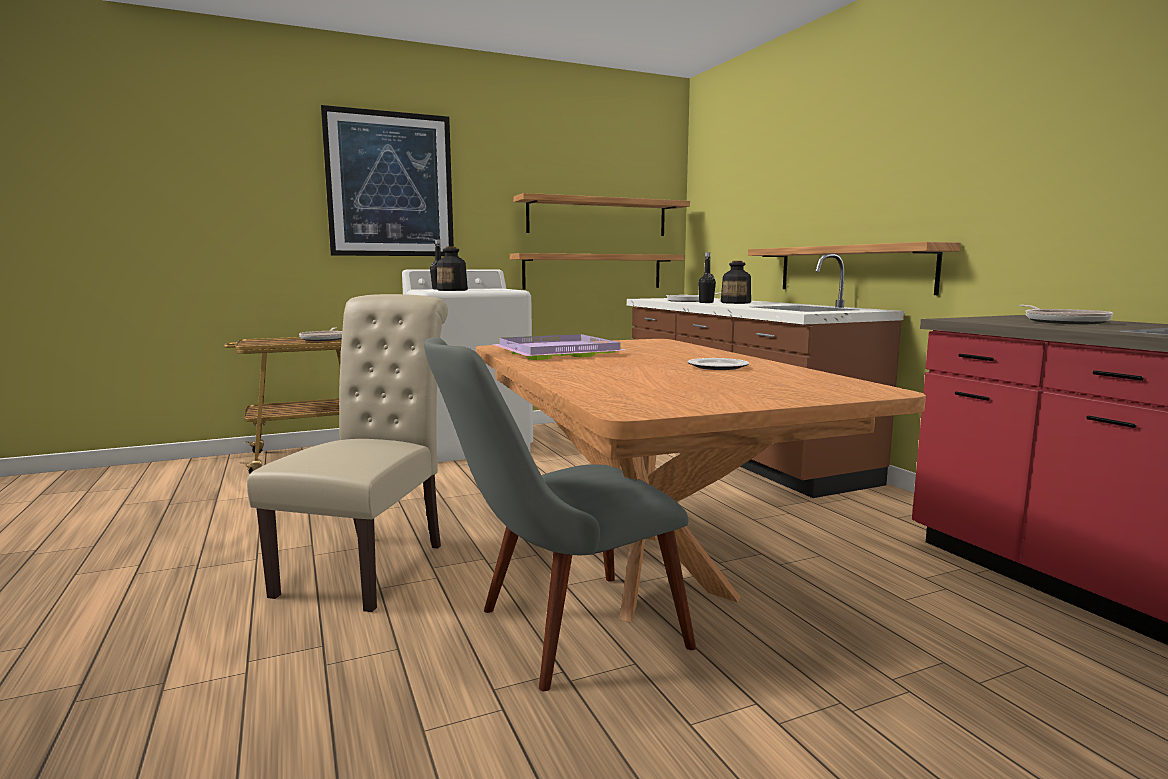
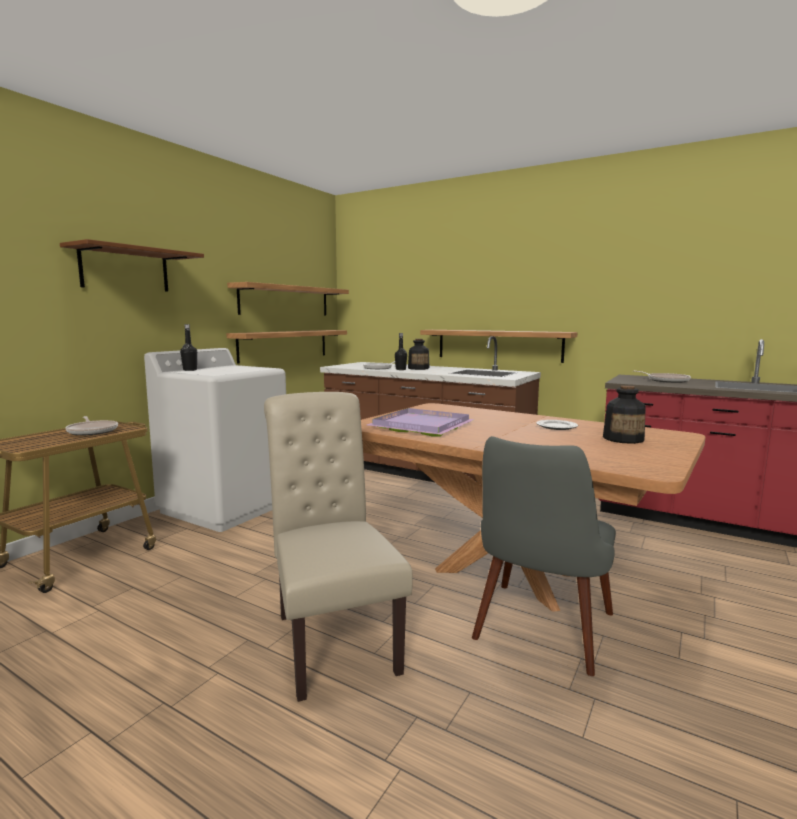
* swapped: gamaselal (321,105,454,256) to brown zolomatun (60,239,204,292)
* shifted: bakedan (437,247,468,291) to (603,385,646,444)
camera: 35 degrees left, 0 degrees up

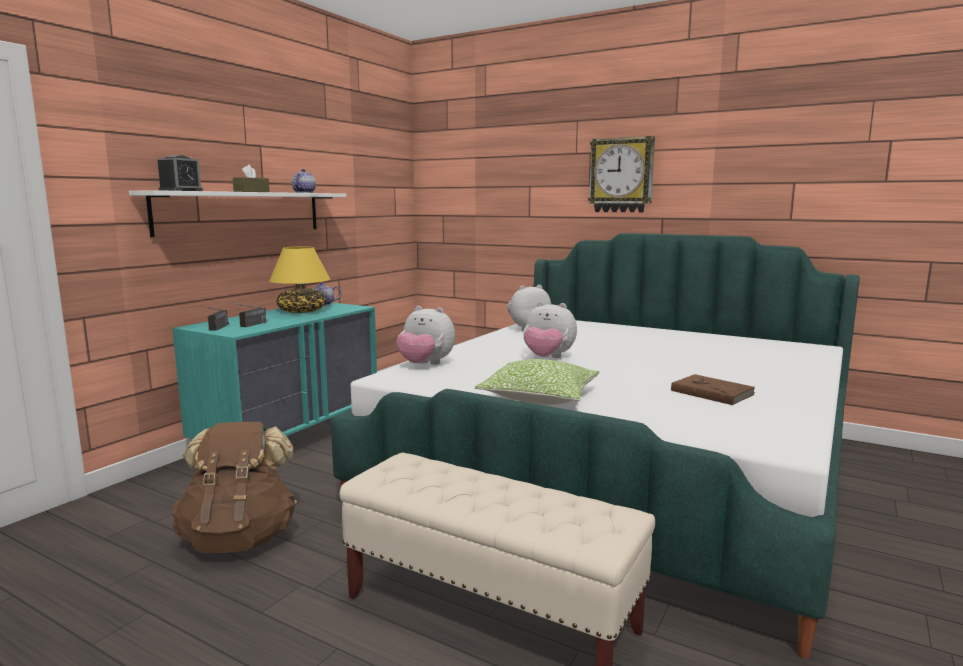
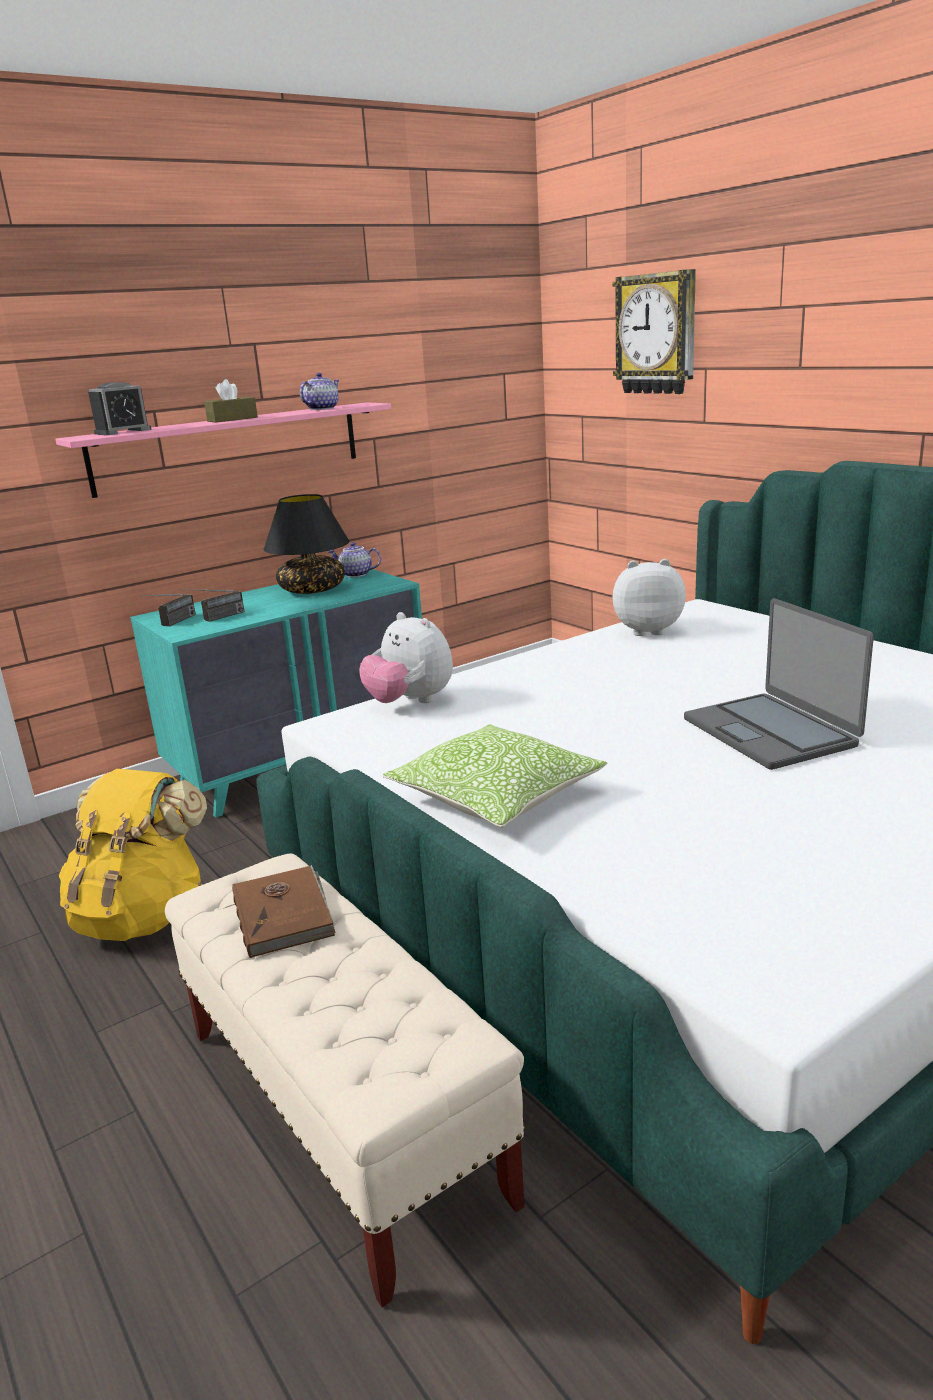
* repainted: white zolomatun (129,190,347,237) to pink zolomatun (55,402,391,498)
* repainted: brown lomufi (172,422,297,553) to yellow lomufi (59,769,207,941)
* shifted: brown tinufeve (671,374,756,405) to (232,865,336,958)
* repainted: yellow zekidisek (269,246,330,313) to black zekidisek (264,494,350,594)
* shifted: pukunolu (588,136,655,213) to (612,269,696,394)
* new: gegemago (684,598,874,770)
* gone: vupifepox (523,302,577,358)
camera: 25 degrees right, 10 degrees up

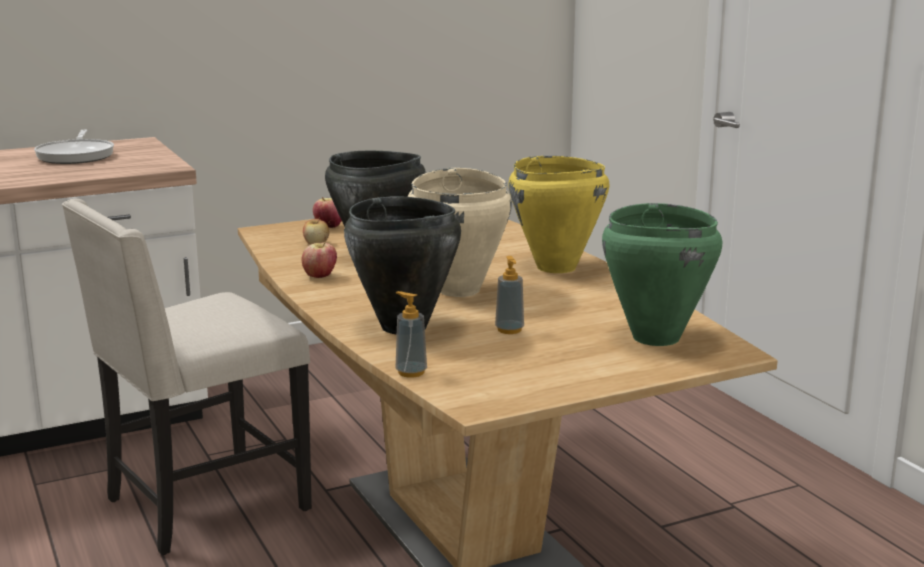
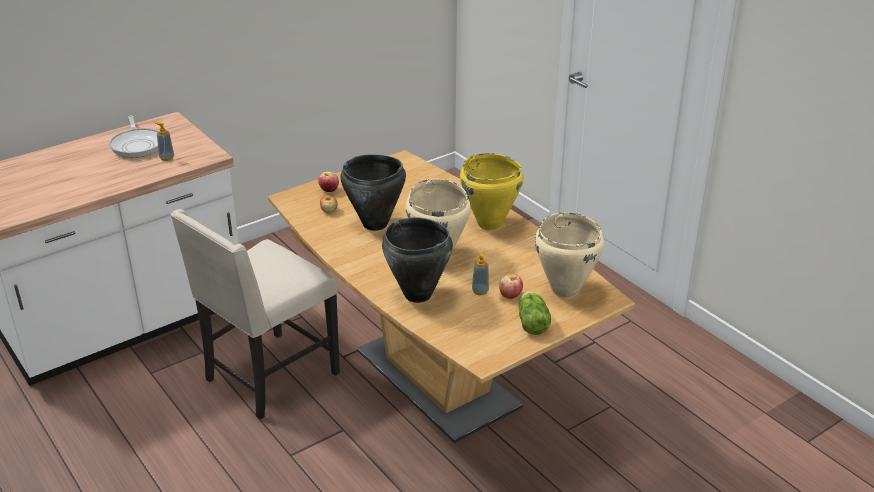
* shifted: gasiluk (395,291,427,378) to (154,122,174,161)
* shifted: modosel (302,242,337,278) to (499,274,523,299)
* new: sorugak (519,292,551,335)
* repainted: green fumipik (602,203,722,346) to beige fumipik (535,212,604,298)
camera: 10 degrees left, 15 degrees up

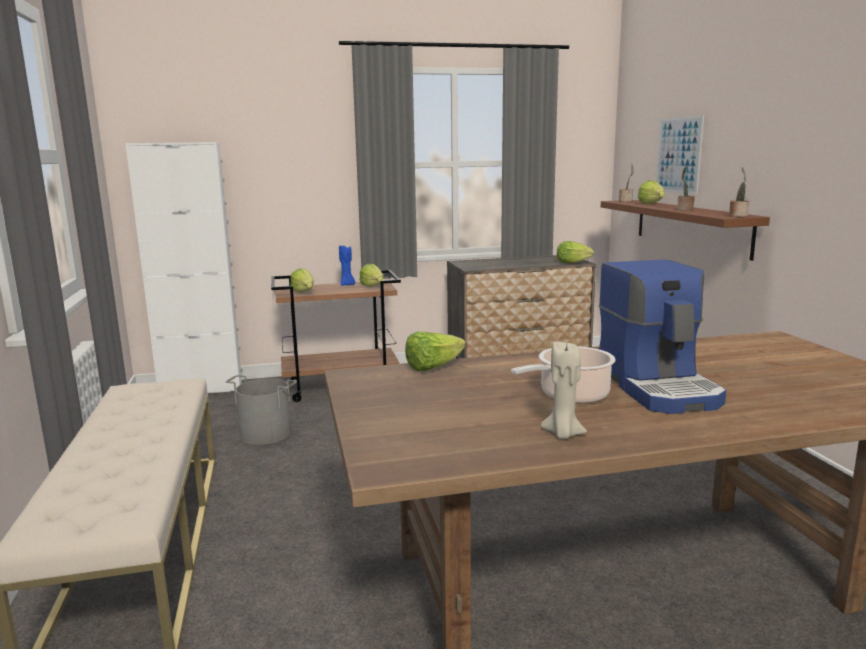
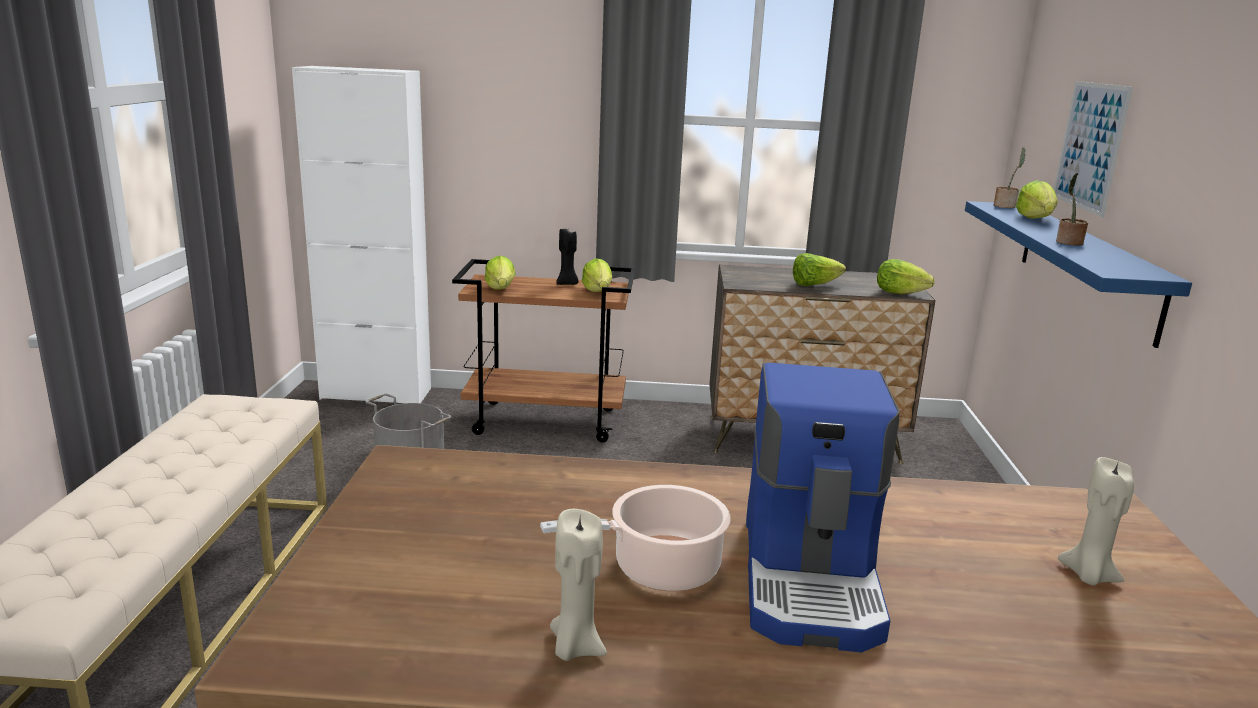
* repainted: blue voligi (339,246,355,286) to black voligi (556,229,579,285)
* shifted: sorugak (405,331,466,371) to (793,253,846,286)
* repainted: brown zolomatun (601,200,770,261) to blue zolomatun (965,201,1192,348)
* new: beige voligi (1058,457,1134,585)
* gone: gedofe (729,167,749,217)
camera: 15 degrees right, 5 degrees up

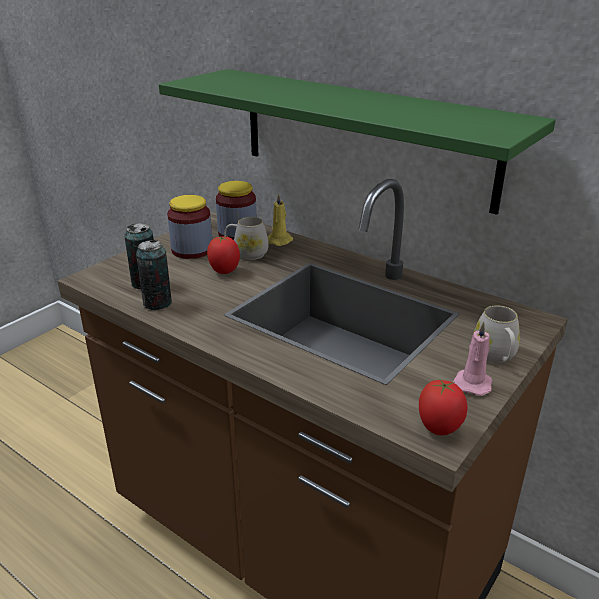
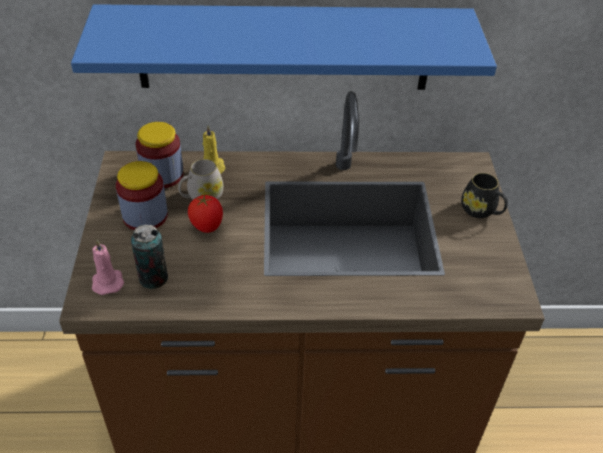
* repainted: green zolomatun (159,69,556,215) to blue zolomatun (71,4,497,90)
* shifted: pink voligi (453,321,492,396) to (92,240,124,295)
* repainted: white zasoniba (473,305,520,363) to black zasoniba (461,173,508,218)
* gone: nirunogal (136,240,172,310)
* gone: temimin (419,378,467,435)
camera: 40 degrees left, 15 degrees up

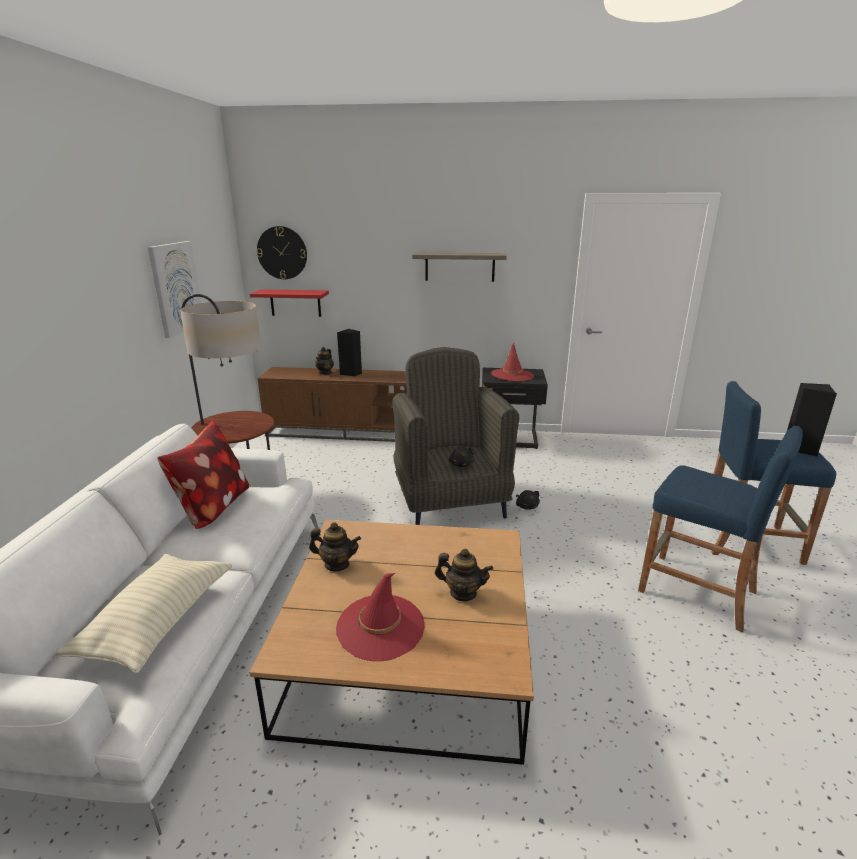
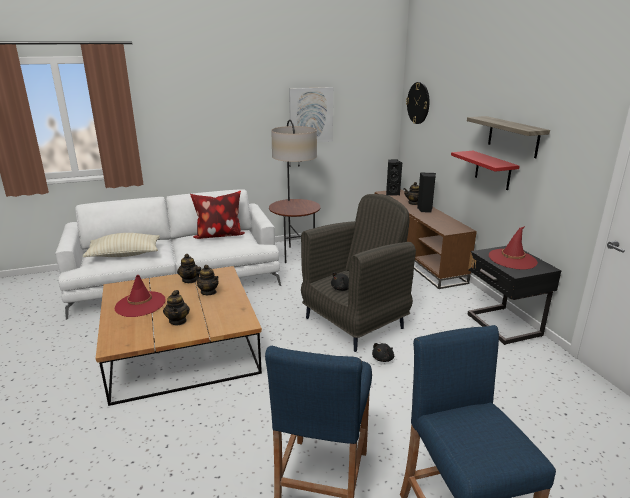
* new: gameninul (195,265,219,295)
* shifted: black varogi (787,383,837,456) to (386,160,402,196)
* shifted: red zolomatun (250,289,329,317) to (451,151,520,190)
camera: 65 degrees right, 0 degrees up

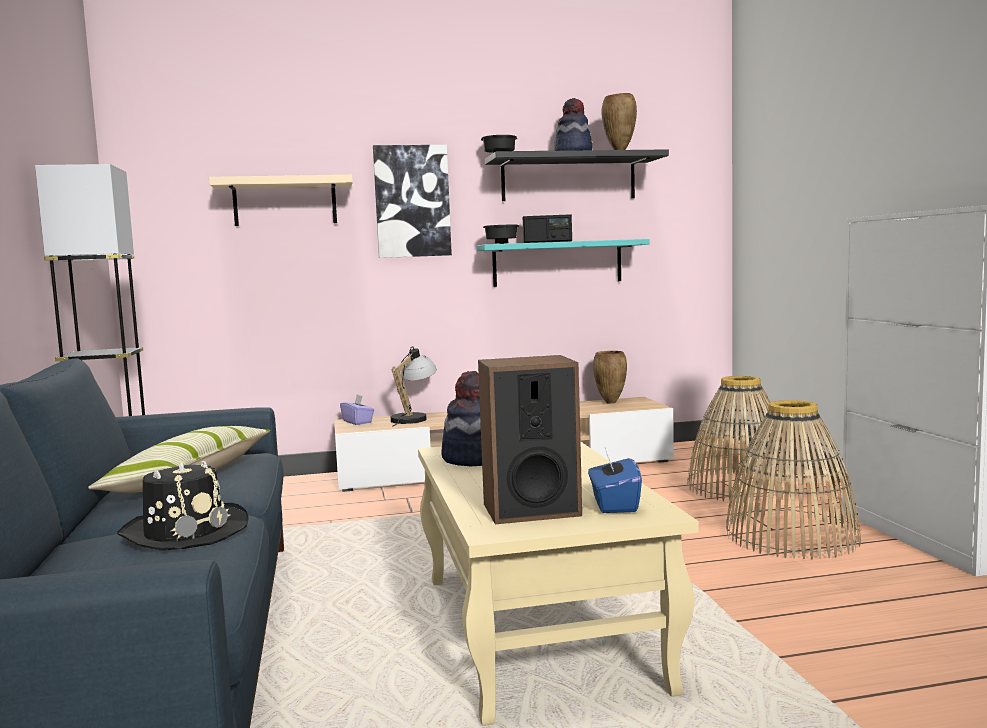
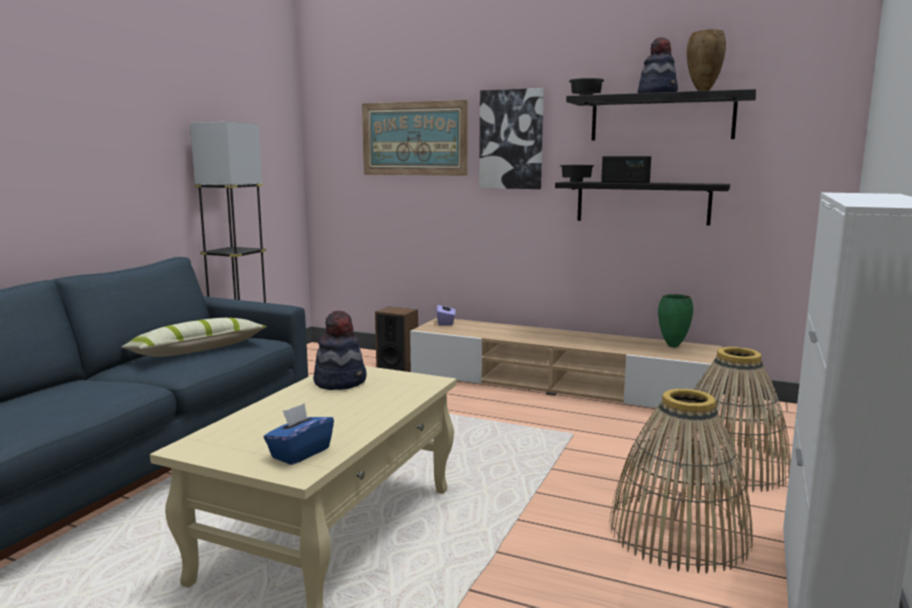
* swapped: beige zolomatun (209,175,353,226) to gamaselal (362,100,468,176)
* shifted: varogi (478,355,582,524) to (375,307,418,372)
* repainted: turquoise zolomatun (477,239,650,287) to black zolomatun (555,181,730,226)
* repainted: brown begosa (593,351,627,404) to green begosa (658,294,693,347)
* gone: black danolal (117,460,249,551)
* gone: zekidisek (391,346,437,426)
camera: 35 degrees right, 5 degrees up

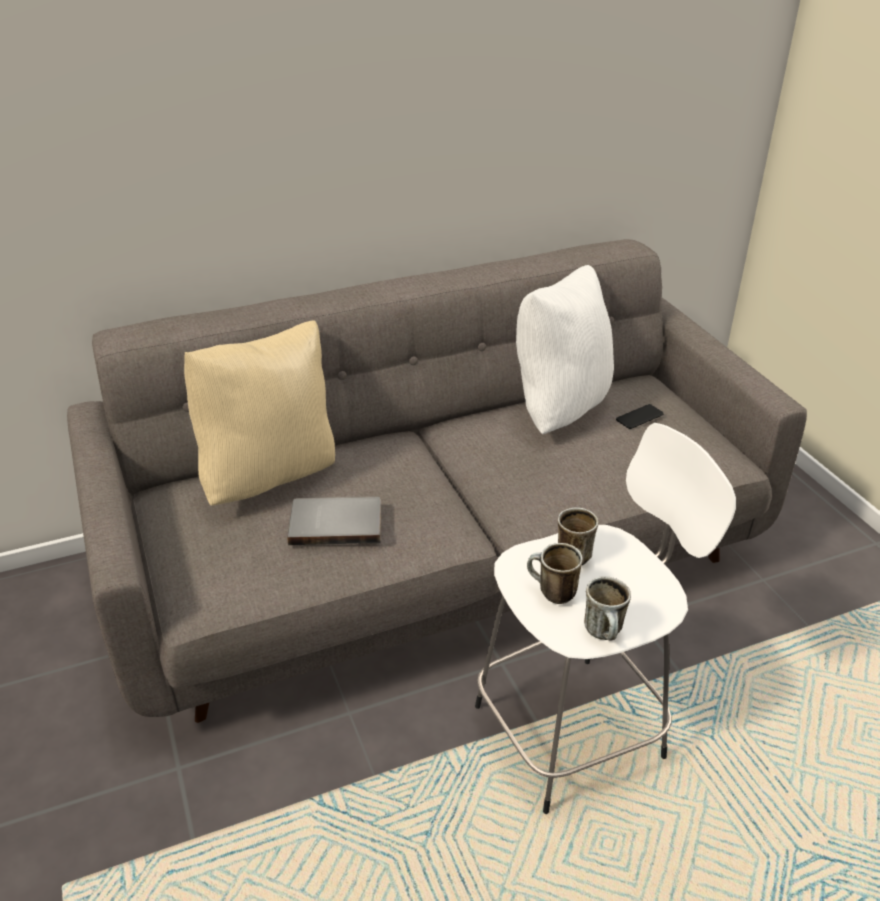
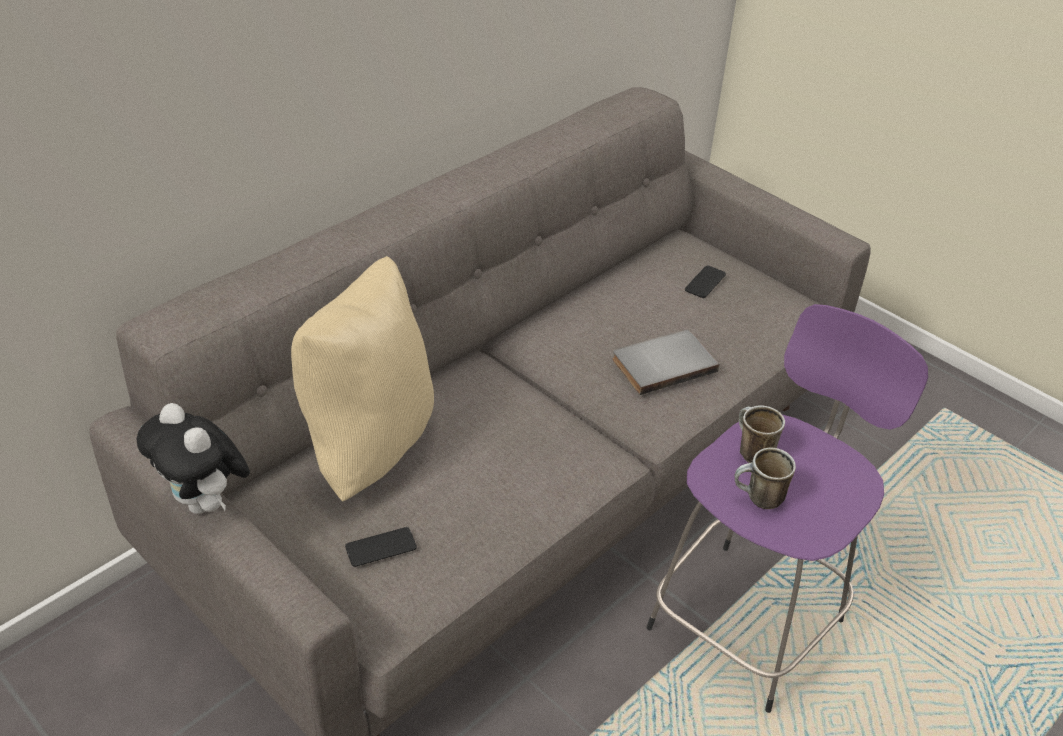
* new: vupifepox (137,403,250,514)
* new: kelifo (345,527,417,567)
* shifted: grey tinufeve (287,496,381,545) to (612,330,719,395)
* repainted: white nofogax (475,423,736,814) to purple nofogax (646,304,928,713)
* gone: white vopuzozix (516,265,614,434)
* gone: zasoniba (584,576,631,641)
camera: 25 degrees left, 5 degrees up

